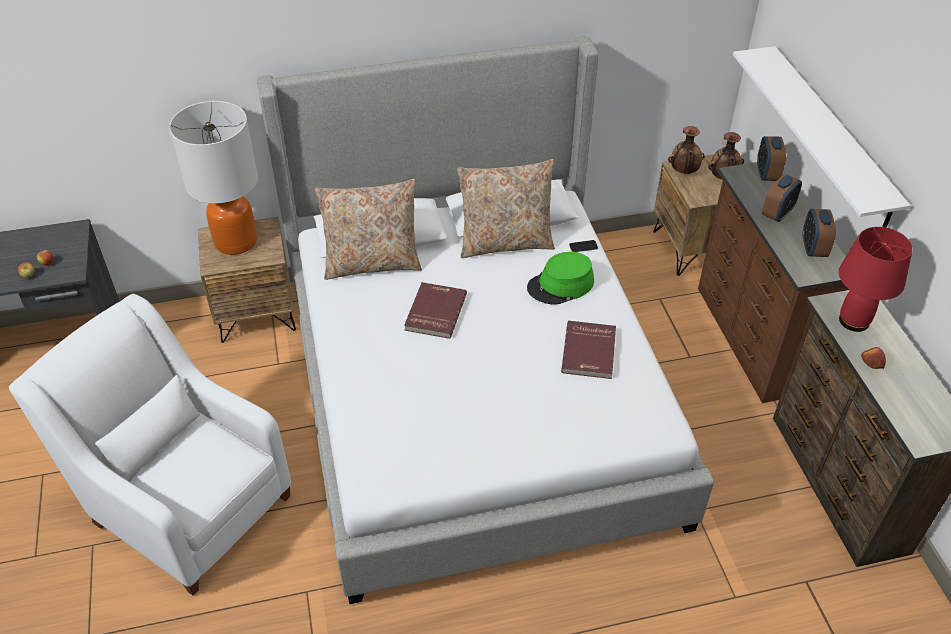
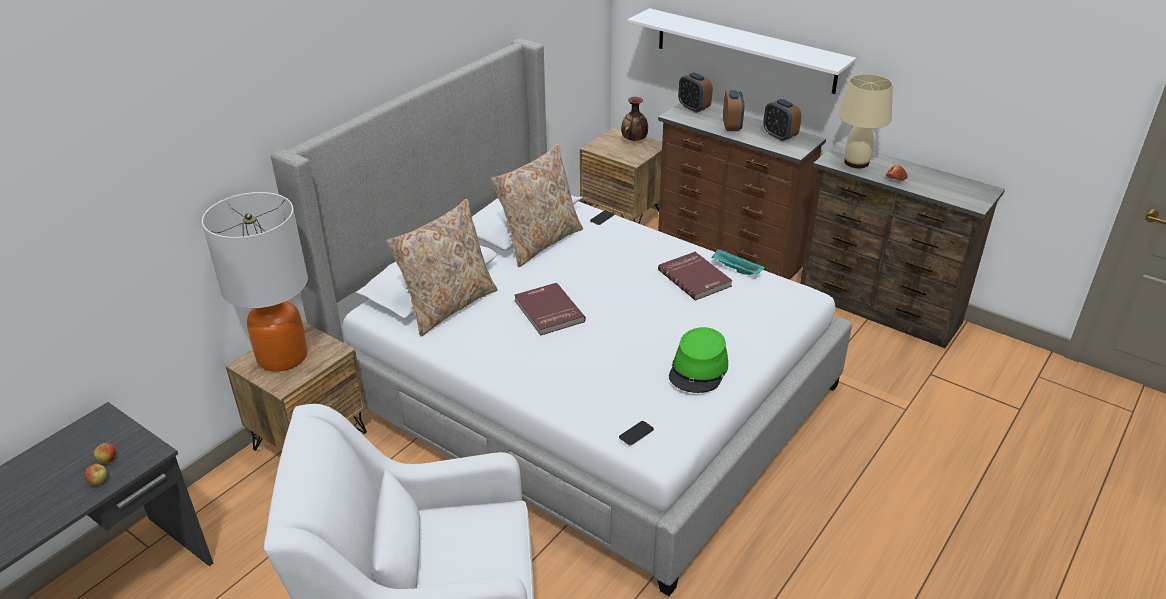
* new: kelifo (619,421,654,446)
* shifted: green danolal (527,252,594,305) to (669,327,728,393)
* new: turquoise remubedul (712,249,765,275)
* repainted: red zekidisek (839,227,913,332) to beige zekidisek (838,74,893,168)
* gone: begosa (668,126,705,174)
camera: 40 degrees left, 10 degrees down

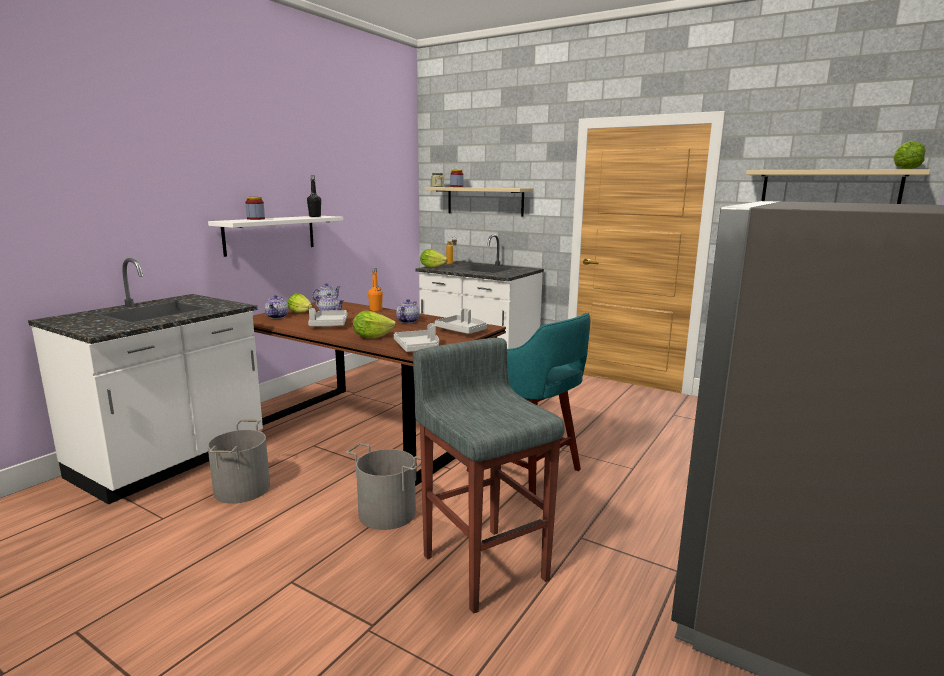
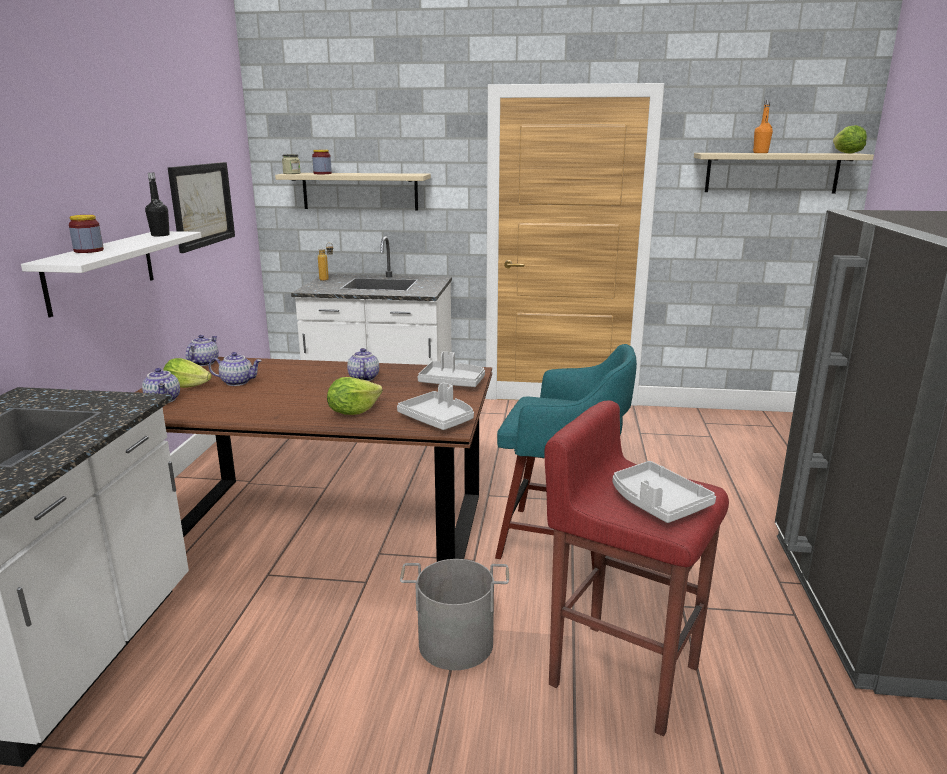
* new: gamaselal (168,162,235,253)
* repainted: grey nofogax (413,338,564,614) to red nofogax (544,400,729,737)
* shifted: grey remubedul (308,308,347,327) to (612,461,716,523)
* shifted: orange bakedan (368,268,383,311) to (753,100,773,153)
* gone: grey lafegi (208,419,270,504)
* gone: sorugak (420,249,448,268)
camera: 25 degrees left, 5 degrees up

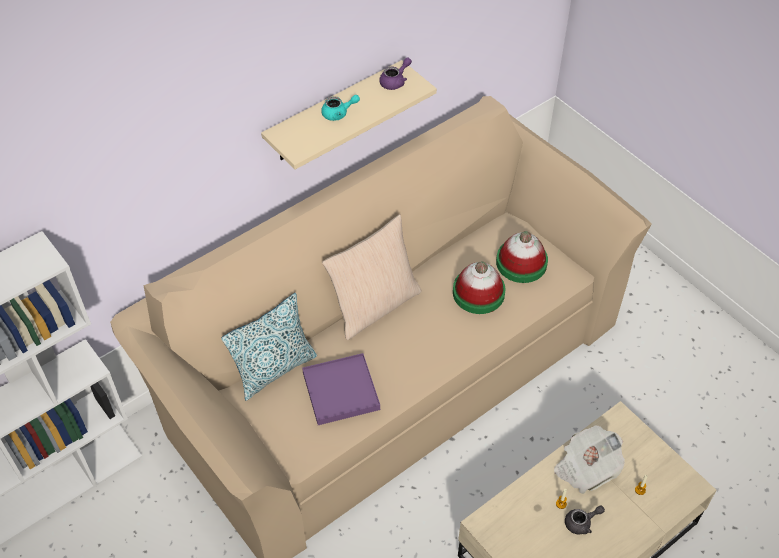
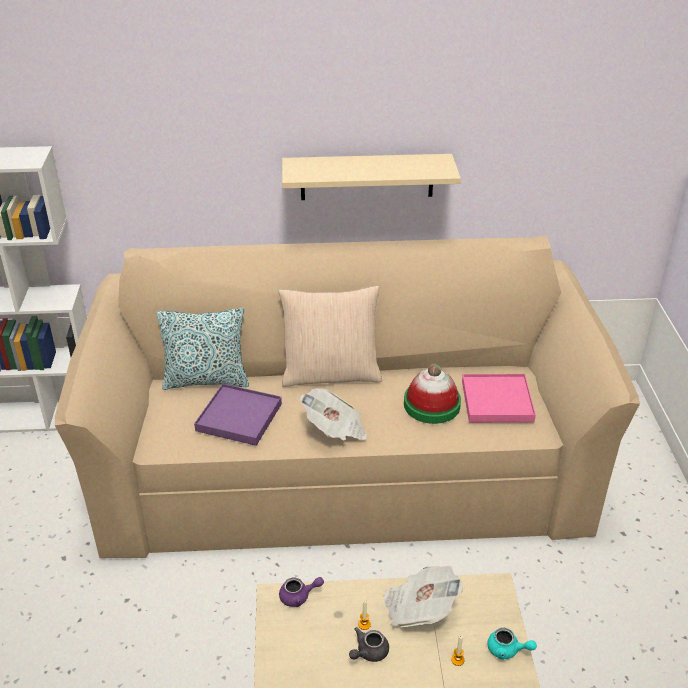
* shifted: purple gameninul (379,57,412,90) to (279,577,324,607)
* new: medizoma (300,388,367,440)
* rotated: grey gameninul (565,506,605,534) = (349,627,389,662) 120 degrees clockwise
* swapped: danolal (496,231,548,283) to pink remubedul (462,374,536,423)
* shifted: turquoise gameninul (321,95,360,121) to (487,628,537,660)
camera: 35 degrees right, 15 degrees down

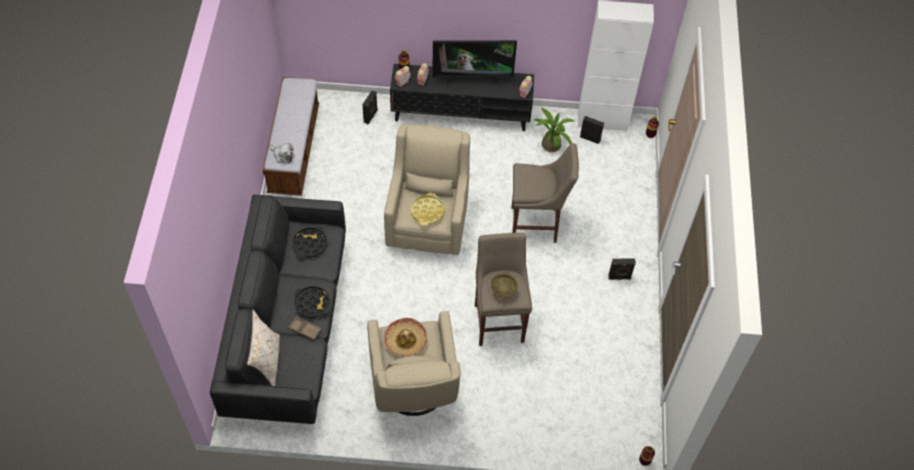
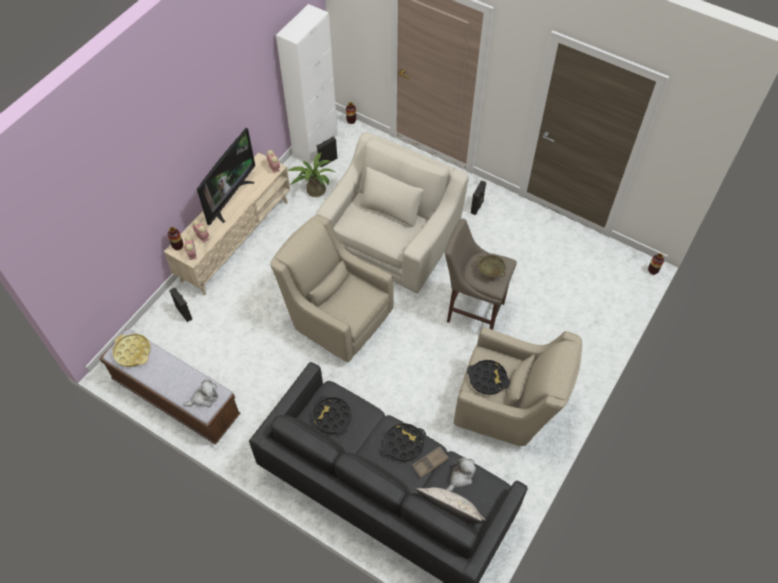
* shifted: yellow remubedul (411,193,445,226) to (113,334,151,367)
* repainted: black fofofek (390,64,534,131) to beige fofofek (164,153,290,295)
* swapped: beige nofogax (512,143,579,243) to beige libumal (316,132,469,294)
* new: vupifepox (446,457,476,491)
* swapped: danolal (384,318,427,357) to black remubedul (467,360,510,395)
camera: 60 degrees left, 0 degrees up

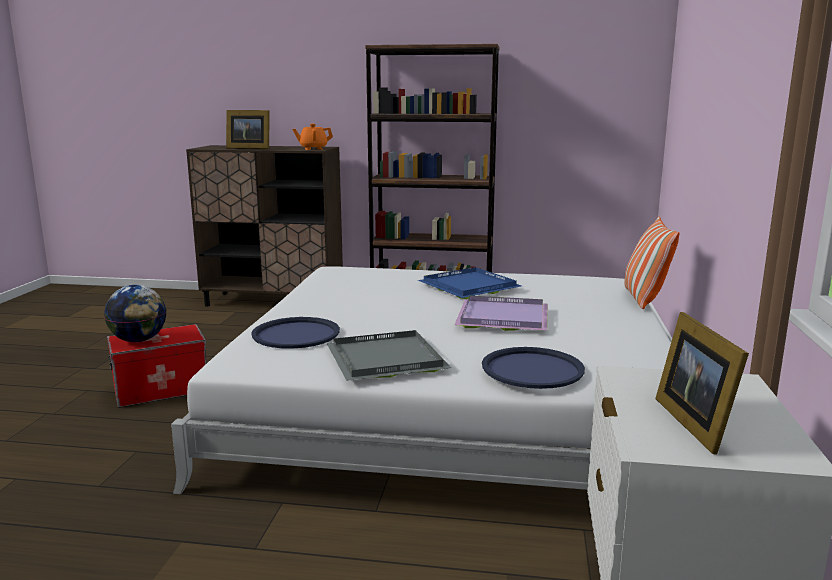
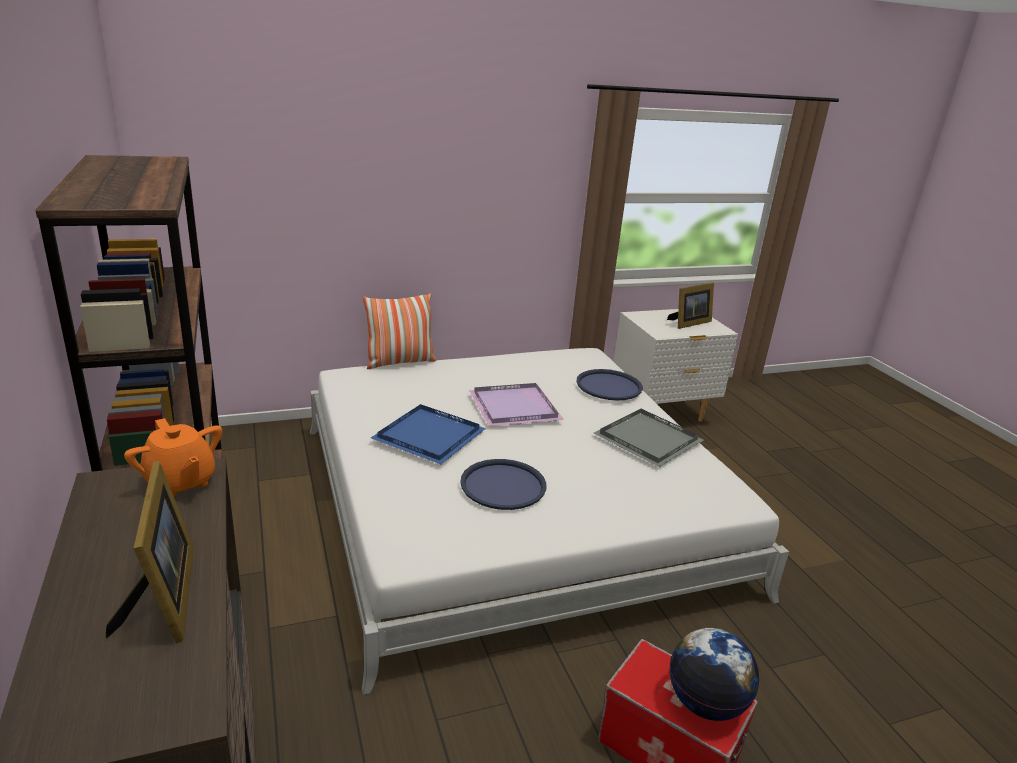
* shifted: blue remubedul (251,317,340,349) to (460,459,546,510)
camera: 120 degrees left, 10 degrees up

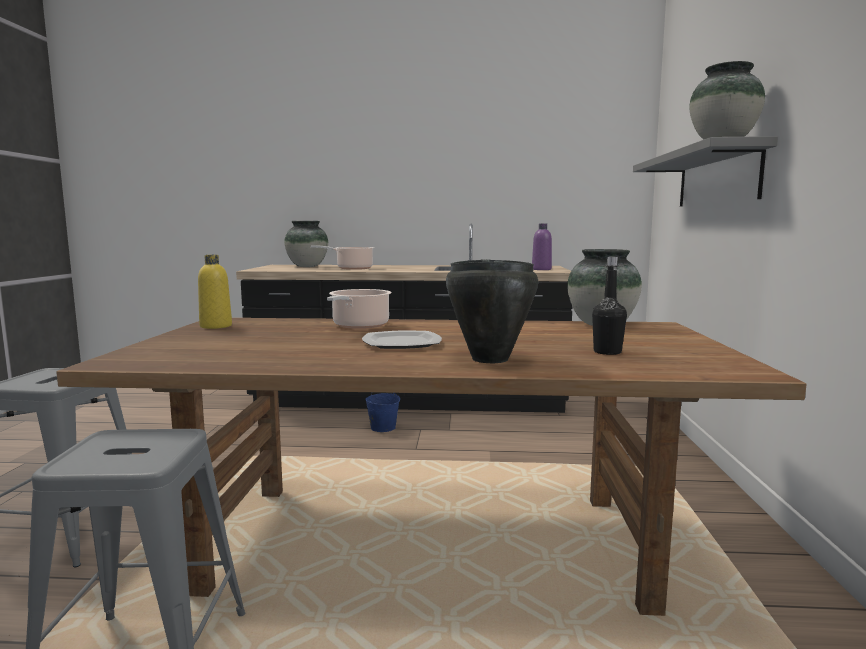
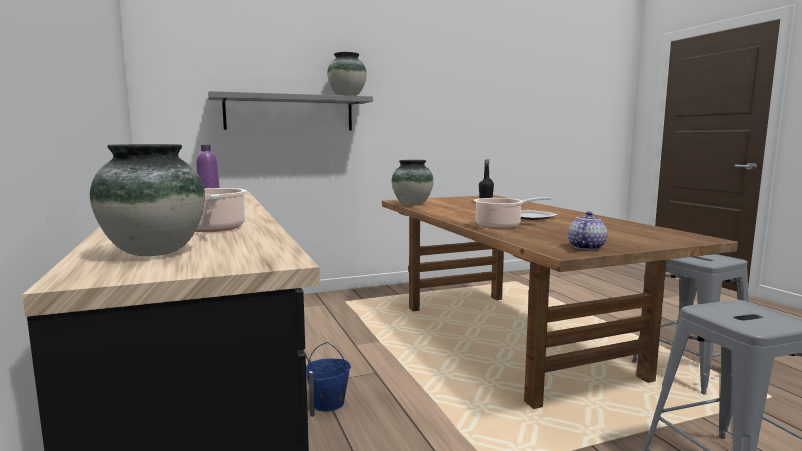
* swapped: yellow bakedan (198,255,232,329) to gameninul (568,211,607,250)
* gone: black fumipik (446,259,538,363)
camera: 115 degrees left, 0 degrees up

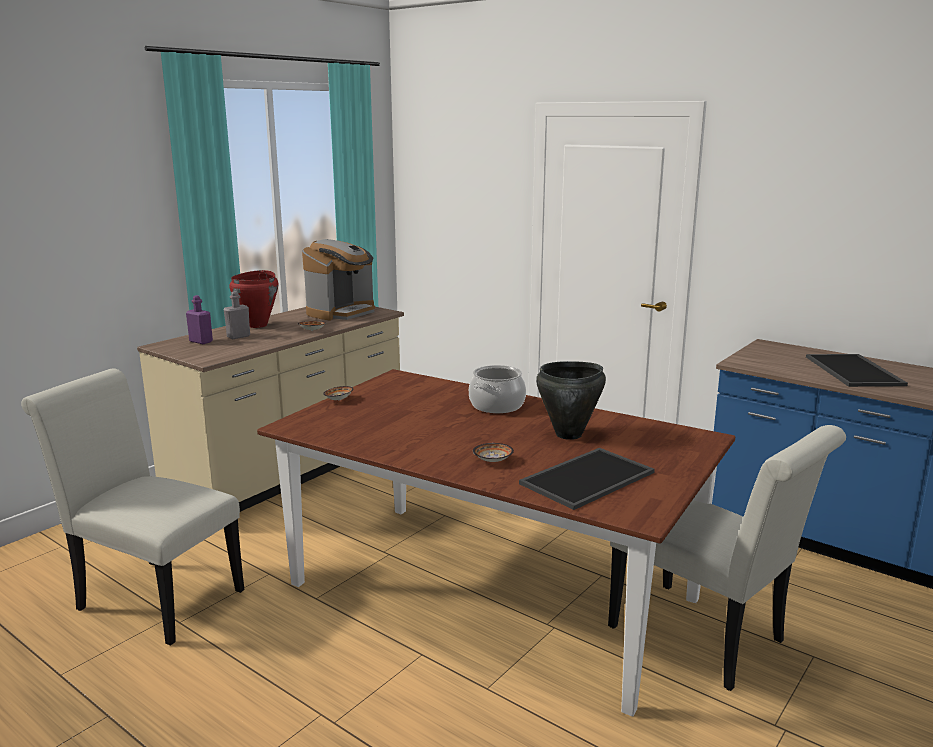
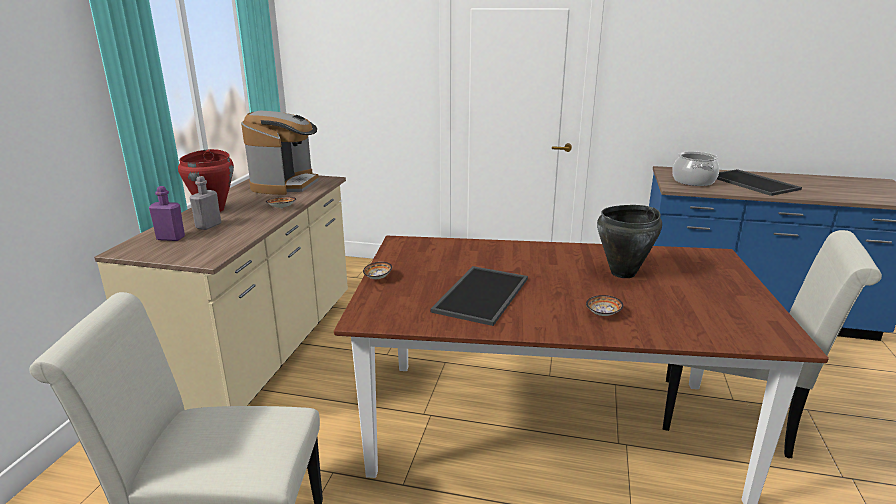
* shifted: remubedul (519,448,655,510) to (431,266,528,326)
* shifted: fumipik (469,365,526,413) to (672,151,719,186)
camera: 25 degrees left, 5 degrees up

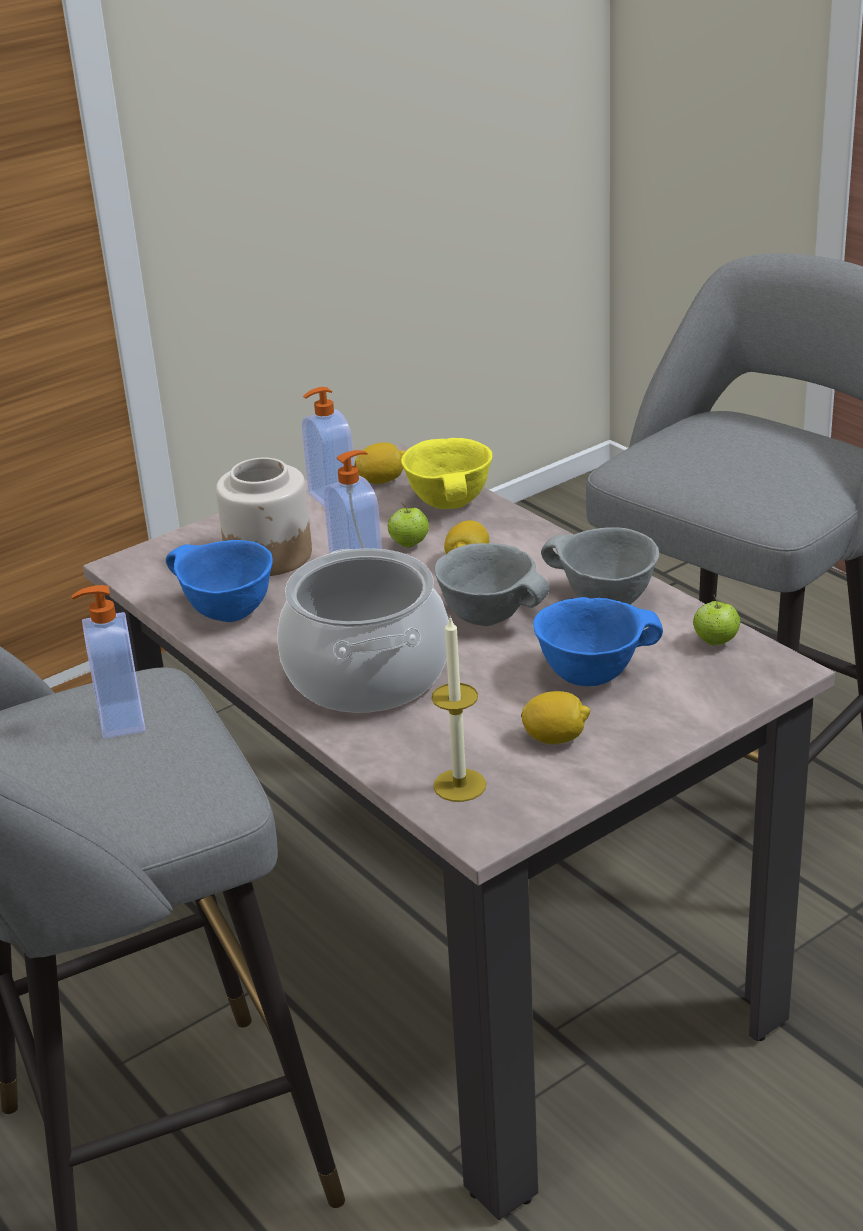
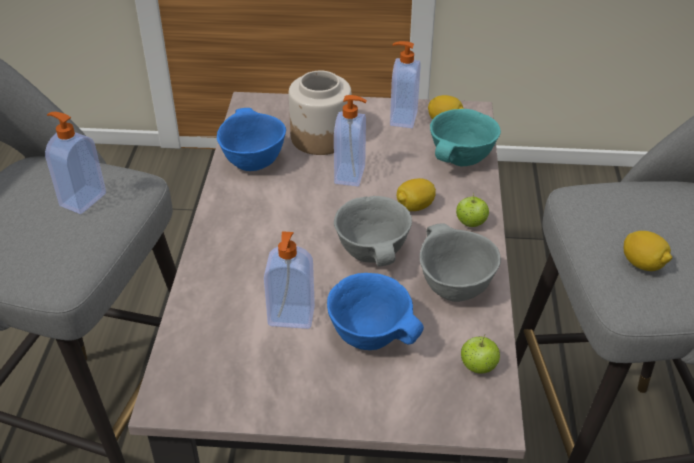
* new: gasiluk (264,231,315,329)
* repainted: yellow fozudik (401,438,492,509) to turquoise fozudik (430,109,501,166)
* shifted: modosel (388,502,429,548) to (456,193,489,227)
* shifted: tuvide (521,691,590,744) to (624,231,672,271)
* gone: fumipik (277,548,449,713)
* gone: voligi (432,616,486,802)
camera: 40 degrees right, 10 degrees up

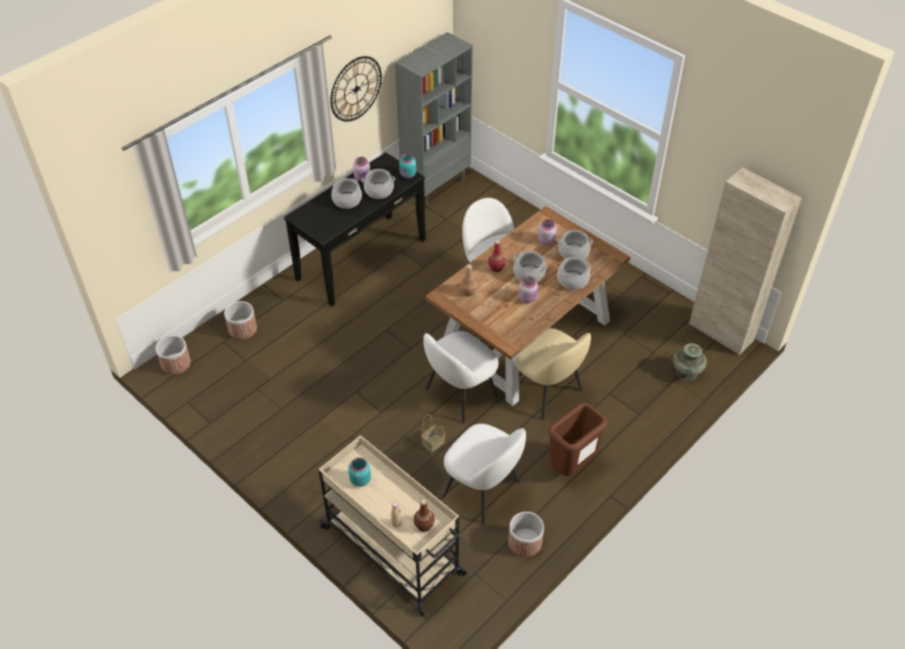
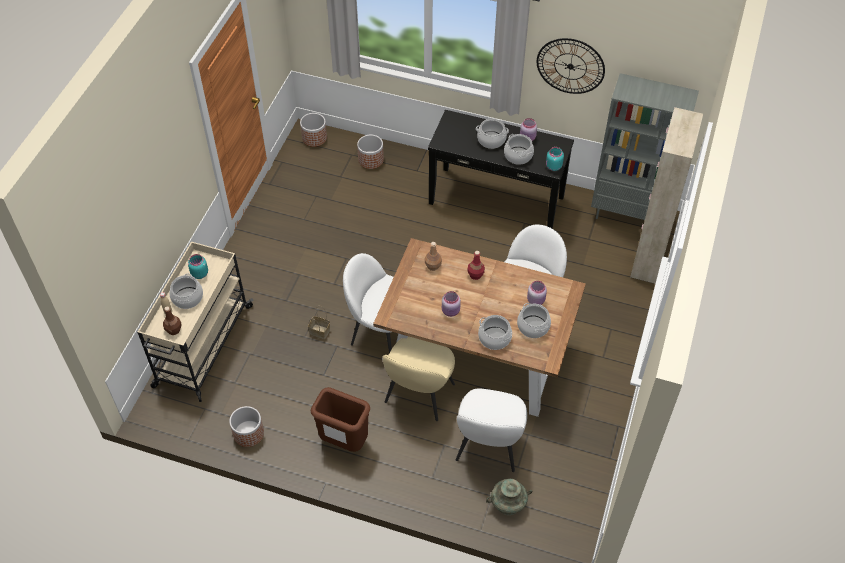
* shifted: fumipik (513,251,547,282) to (169,274,203,309)
* shifted: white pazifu (443,424,526,524) to (456,389,527,472)
* shifted: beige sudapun (689,167,802,355) to (630,107,703,284)
camera: 65 degrees right, 5 degrees up

